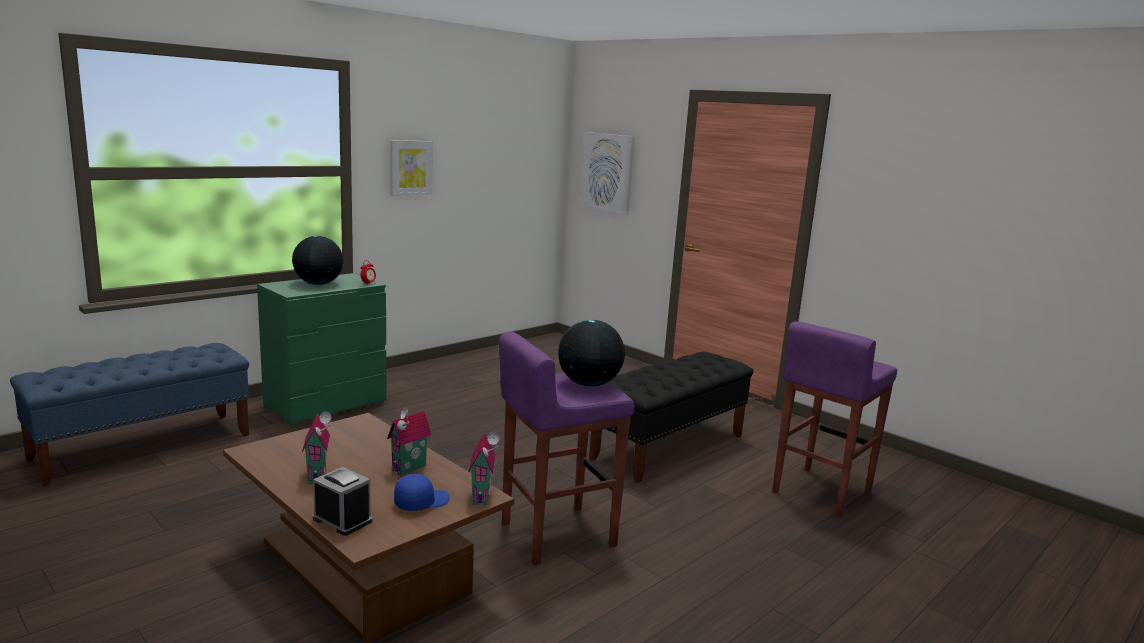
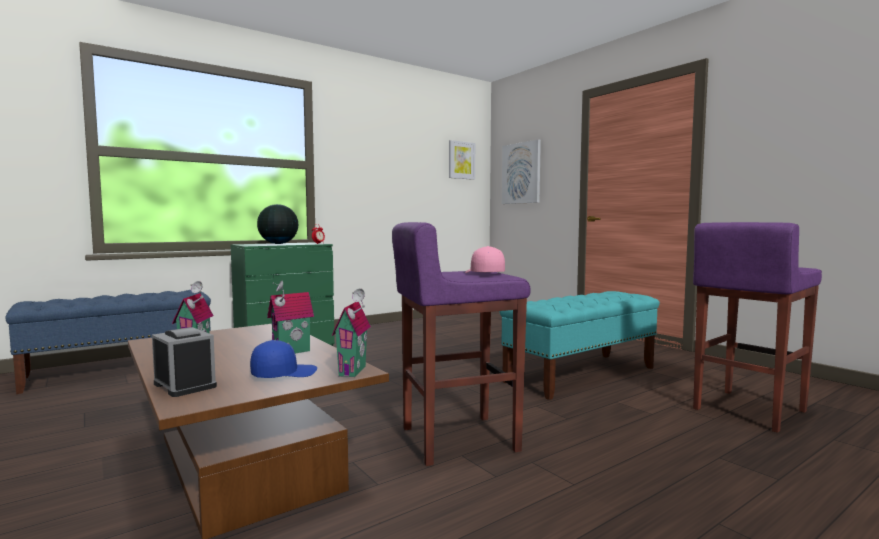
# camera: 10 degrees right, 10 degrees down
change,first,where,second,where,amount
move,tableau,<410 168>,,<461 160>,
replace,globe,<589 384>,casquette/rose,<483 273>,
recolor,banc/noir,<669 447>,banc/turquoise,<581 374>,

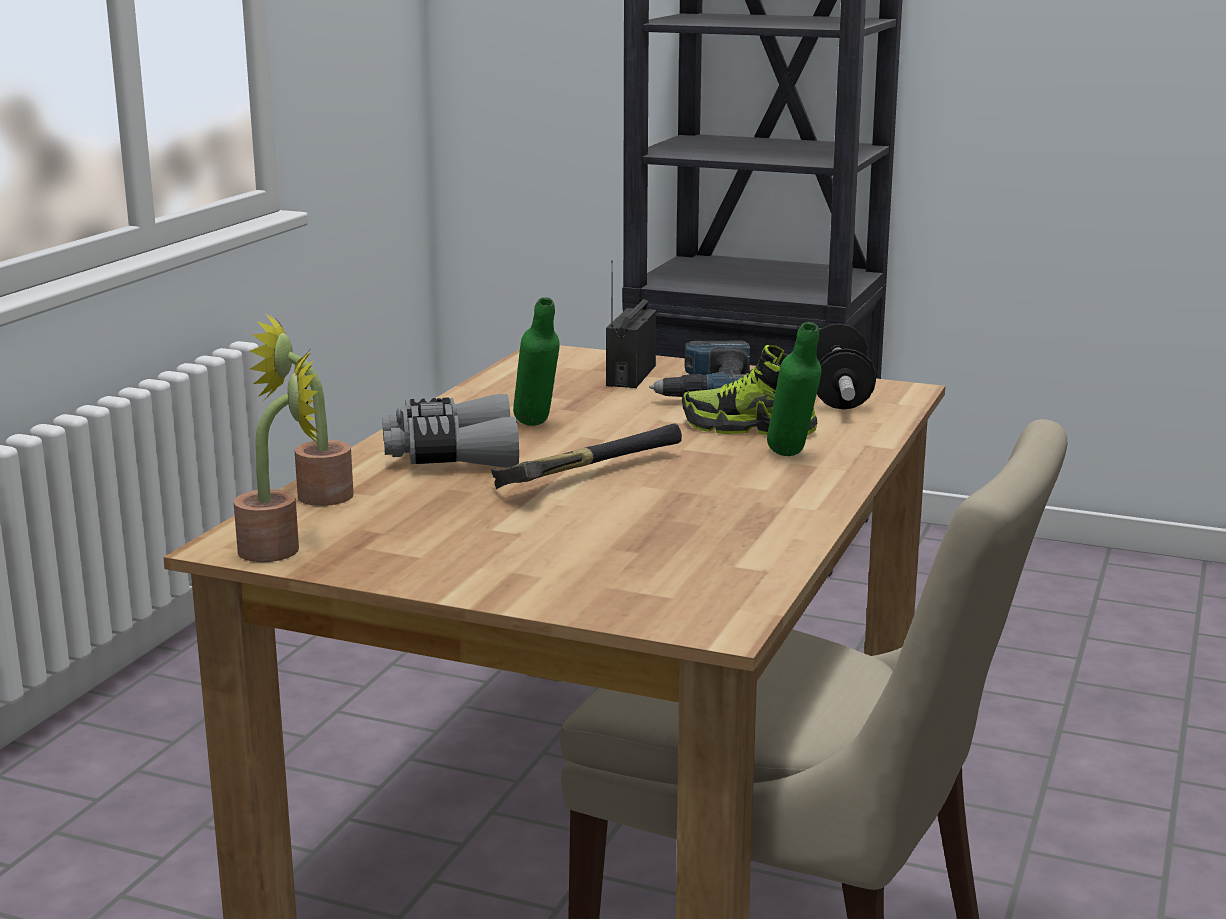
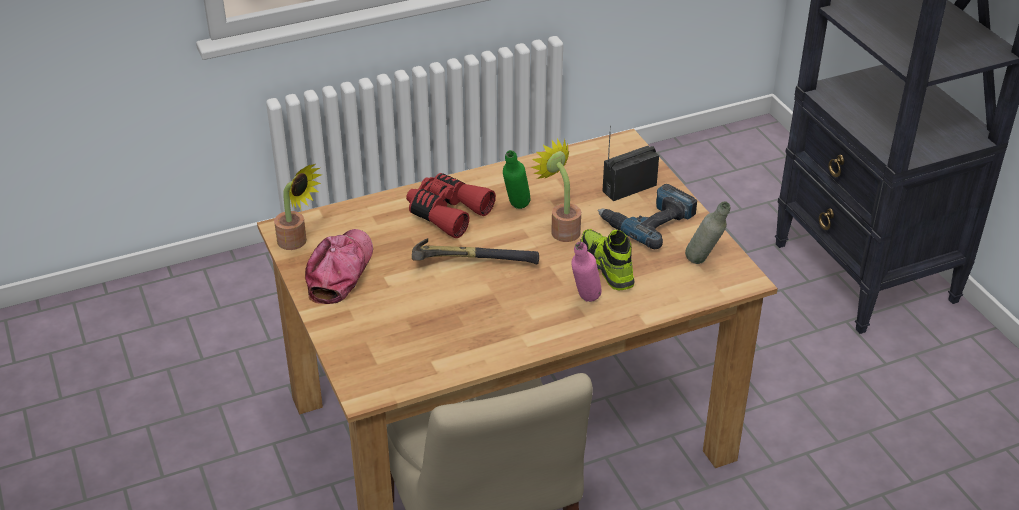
# camera: 45 degrees right, 20 degrees up
change,first,where,second,where,amount
move,plante en pot,<313 495>,,<561 229>,
recolor,bouteille/vert,<792 458>,bouteille/rose,<585 303>,
replace,haltère,<839 394>,bouteille/gris,<703 264>,
recolor,jumelles/gris,<451 456>,jumelles/rouge,<447 212>,
insert,,,casquette,<340 272>,

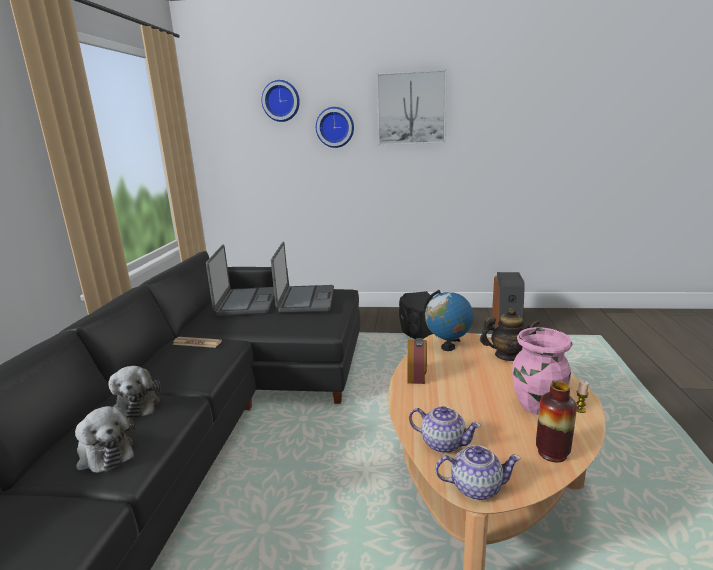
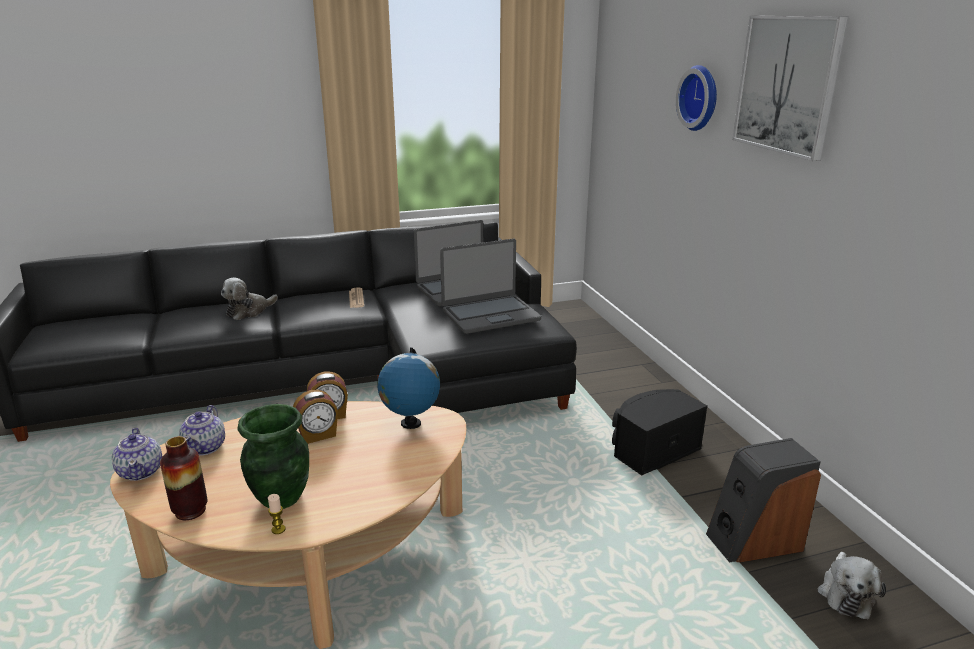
# camera: 65 degrees right, 5 degrees up
change,first,where,second,where,amount
delete,horloge murale,<281 101>,,,
delete,théière,<508 356>,,,
recolor,vase/rose,<537 406>,vase/vert,<280 498>,
move,peluche,<104 453>,,<845 593>,
insert,,,réveil,<318 435>,

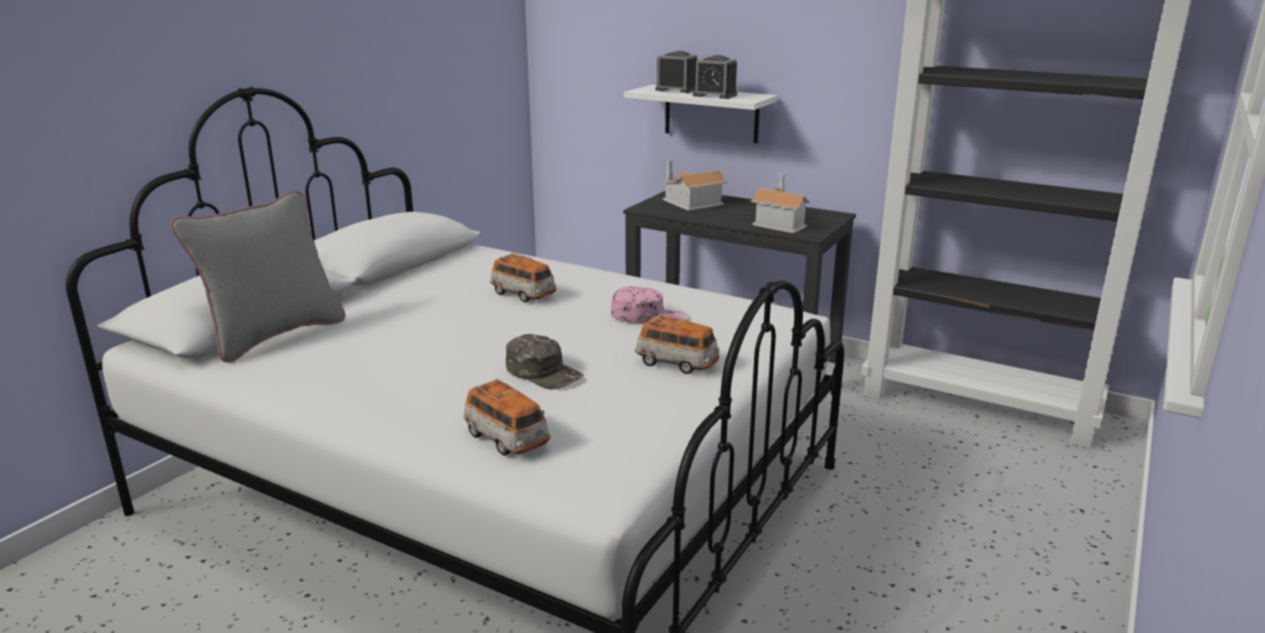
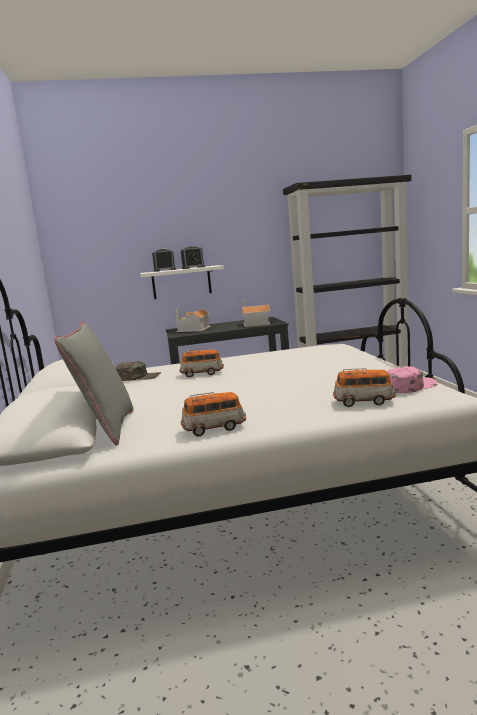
# camera: 40 degrees left, 10 degrees down
change,first,where,second,where,amount
move,casquette/rose,<648 316>,,<409 386>,
move,petite voiture,<677 363>,,<214 428>,
move,casquette/vert,<544 372>,,<138 377>,

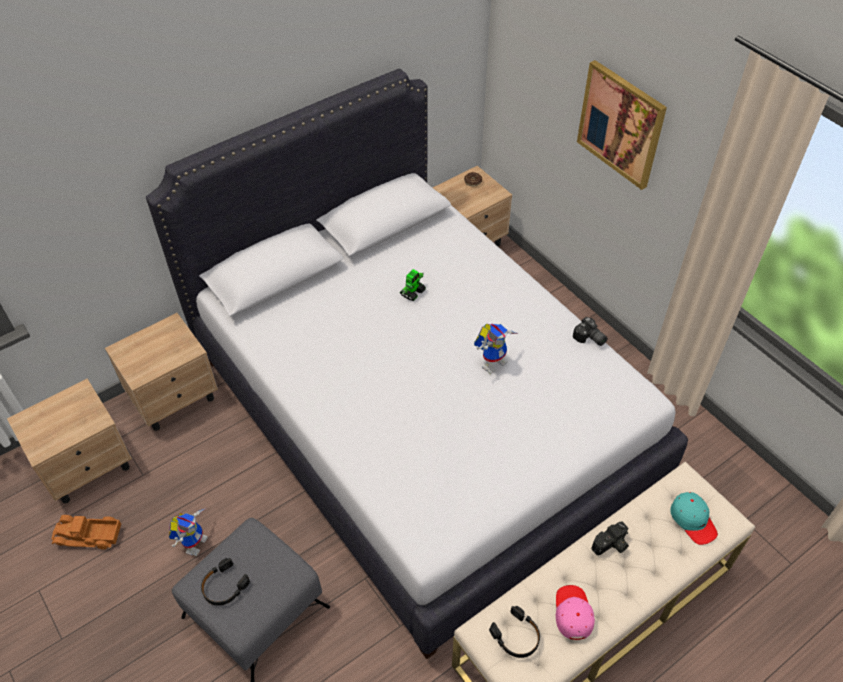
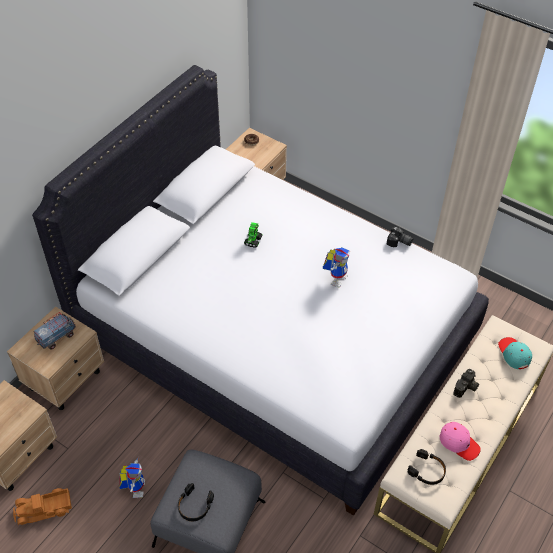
# camera: 20 degrees left, 0 degrees up
change,first,where,second,where,amount
delete,tableau,<621 124>,,,
rotate,casquette/turquoise,<693 520>,,<514 354>,150 degrees counterclockwise
rotate,casquette/rose,<572 614>,,<459 443>,150 degrees clockwise
insert,,,camion jouet,<57 337>,

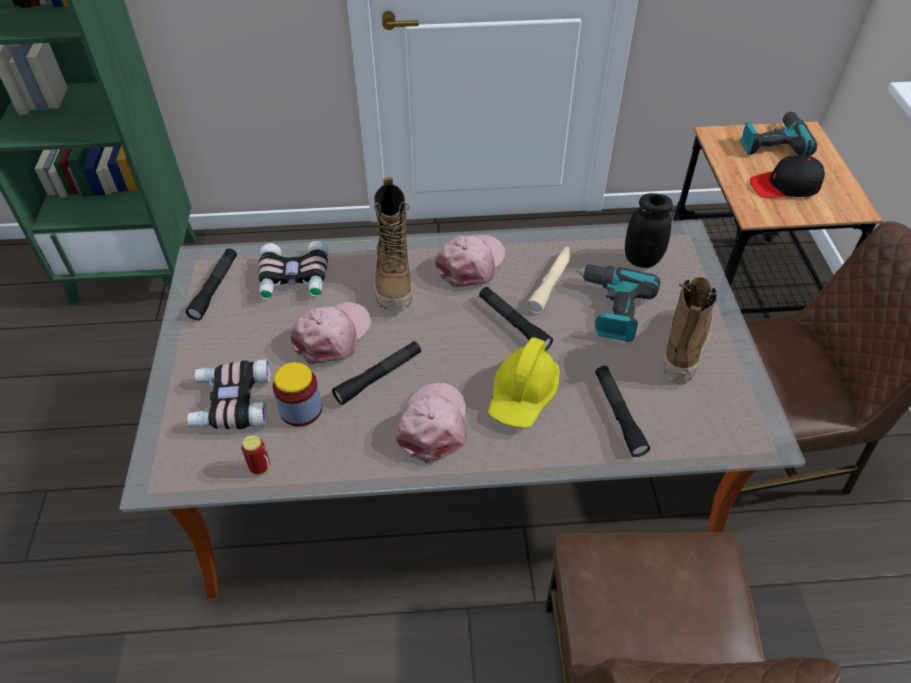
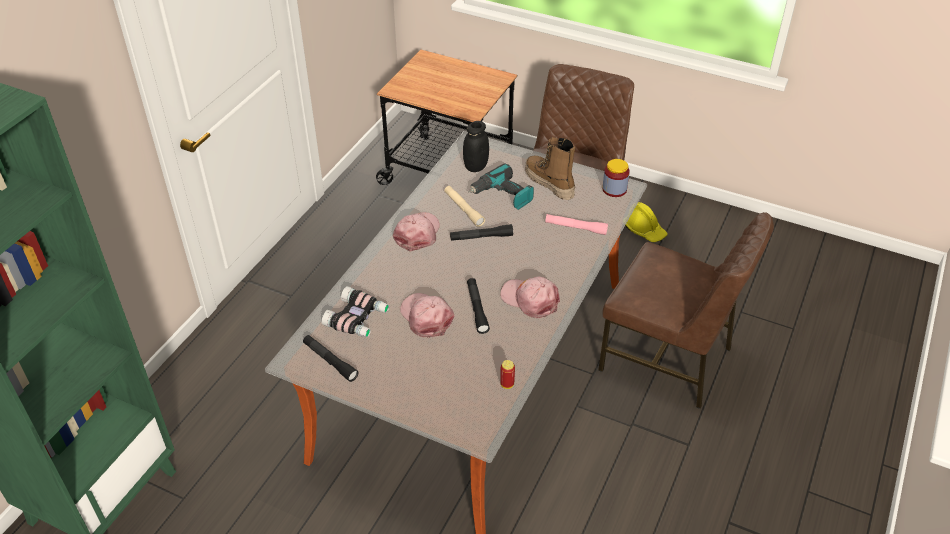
# camera: 60 degrees left, 5 degrees down
change,first,where,second,where,amount
delete,perceuse,<772 142>,,,
delete,casquette/noir,<785 186>,,,
delete,botte,<394 281>,,,
rotate,casquette/rose,<471 264>,,<417 233>,45 degrees clockwise
move,casque de chantier/jaune,<523 394>,,<644 230>,
delete,jumelles,<231 402>,,,
move,bocal,<301 409>,,<614 189>,
recolor,lampe de poche/noir,<618 414>,lampe de poche/rose,<576 228>,

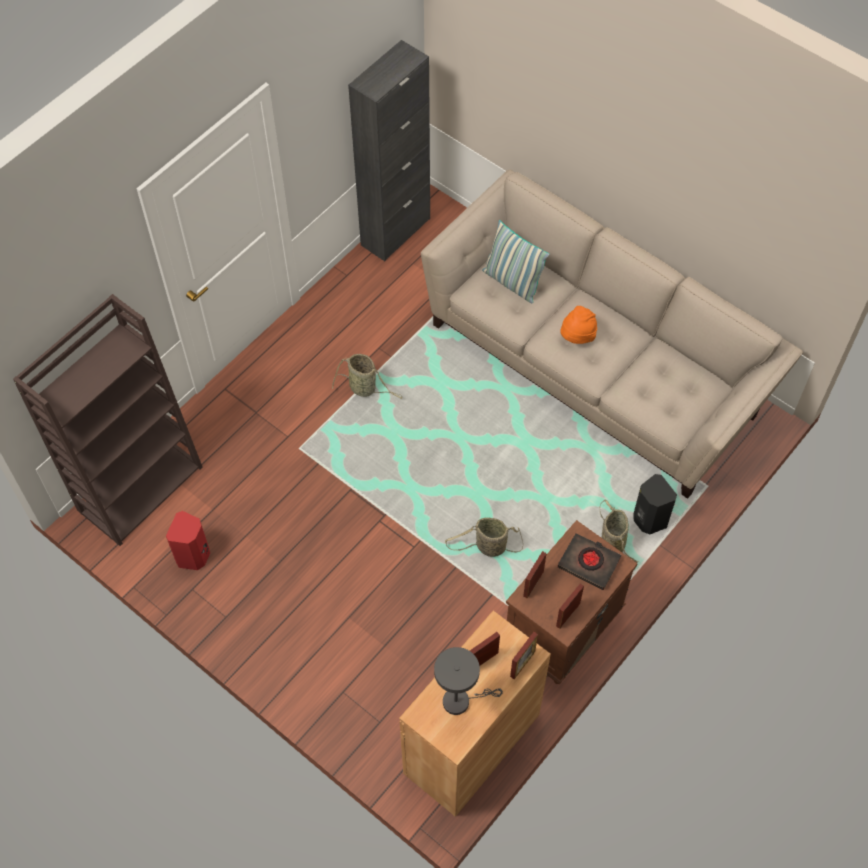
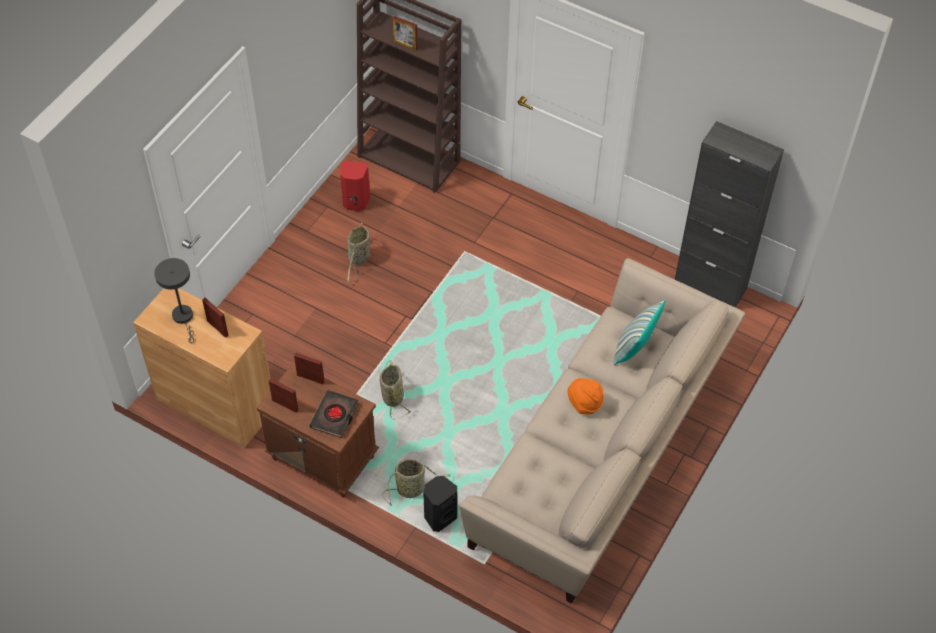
# camera: 80 degrees right, 5 degrees down
change,first,where,second,where,amount
move,panier,<364 388>,,<359 259>,
move,cadre photo,<522 664>,,<405 45>,

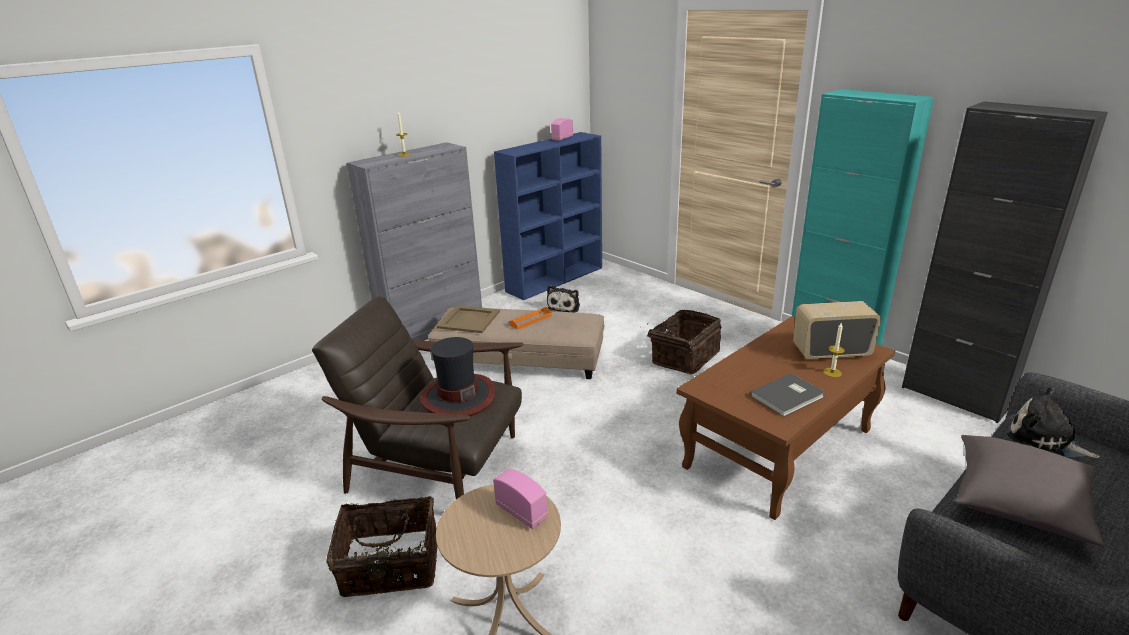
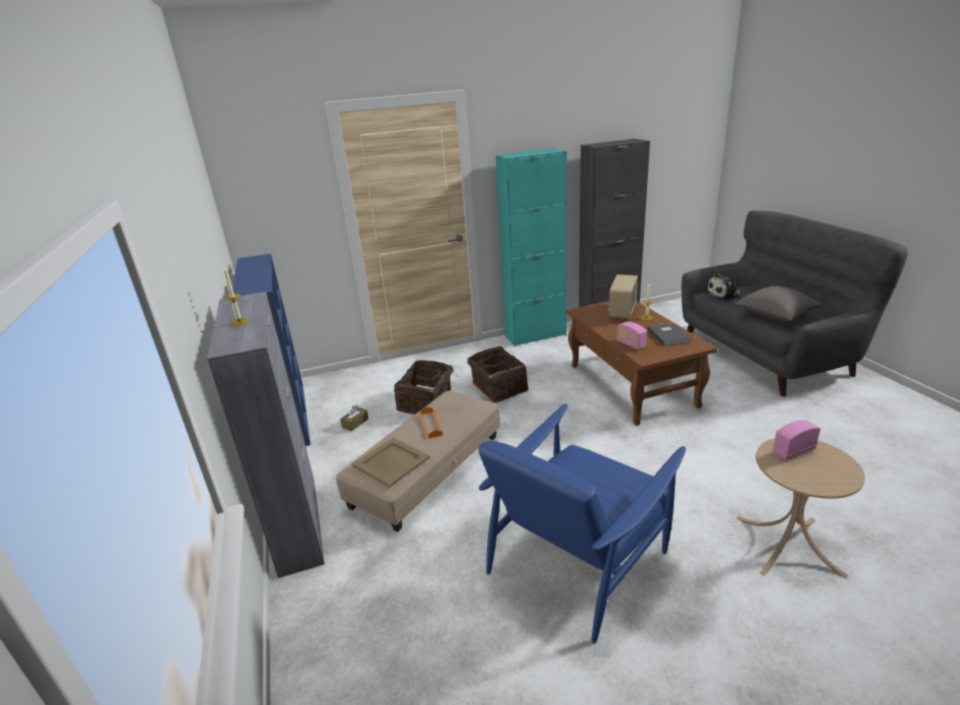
# camera: 65 degrees left, 0 degrees up
change,first,where,second,where,amount
move,radio,<562 138>,,<631 344>,
replace,peluche,<564 307>,boîte à mouchoirs/marron,<355 423>,
recolor,fauteuil/marron,<438 465>,fauteuil/bleu,<578 557>,
delete,chapeau,<458 396>,,,
move,panier,<390 567>,,<426 402>,

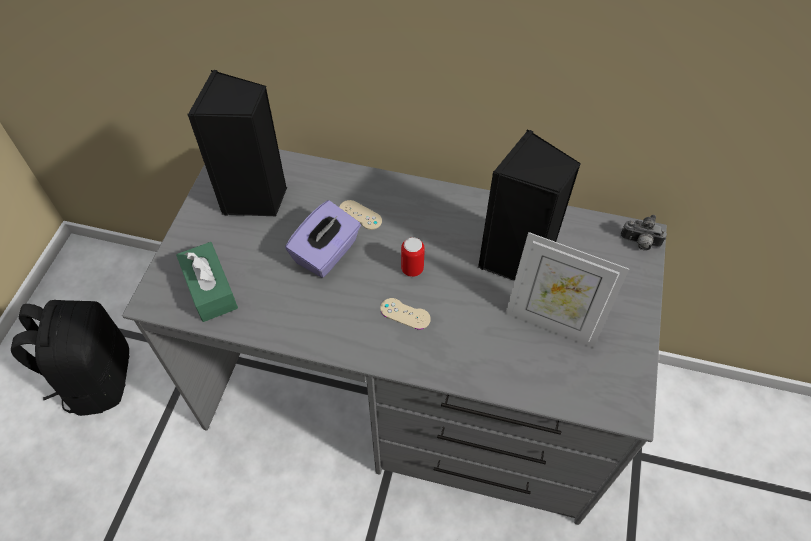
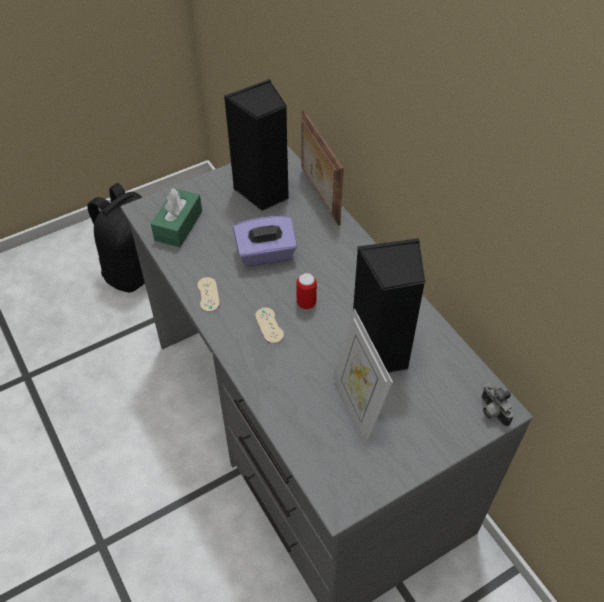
# camera: 45 degrees right, 5 degrees down
change,first,where,second,where,amount
move,manette/beige,<360 215>,,<208 294>,
insert,,,cadre photo,<318 196>,

